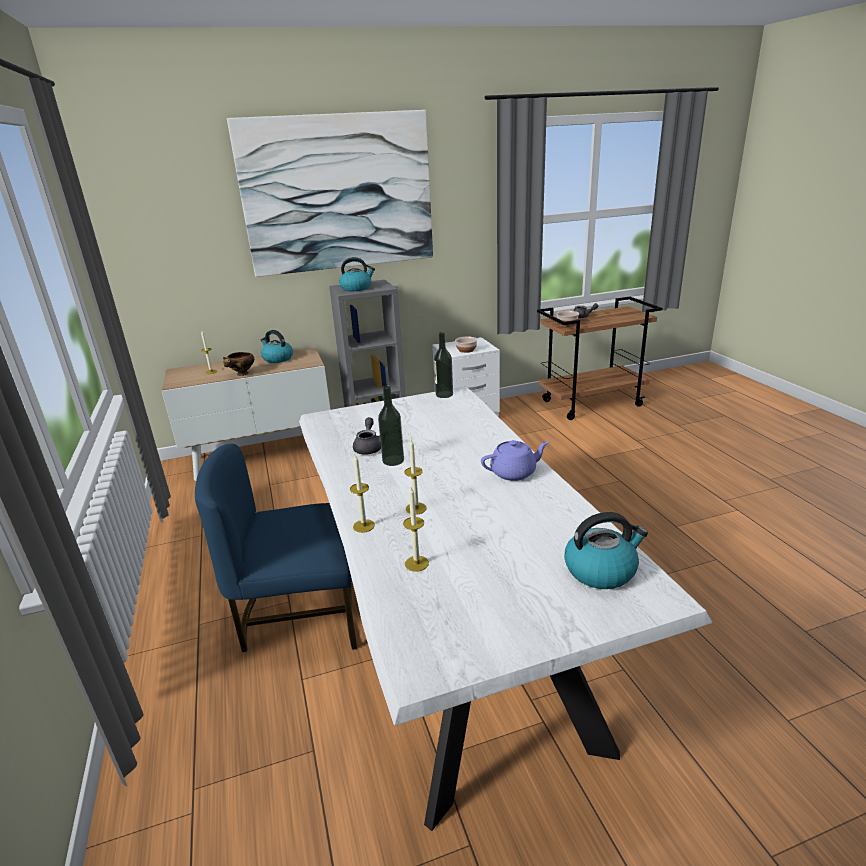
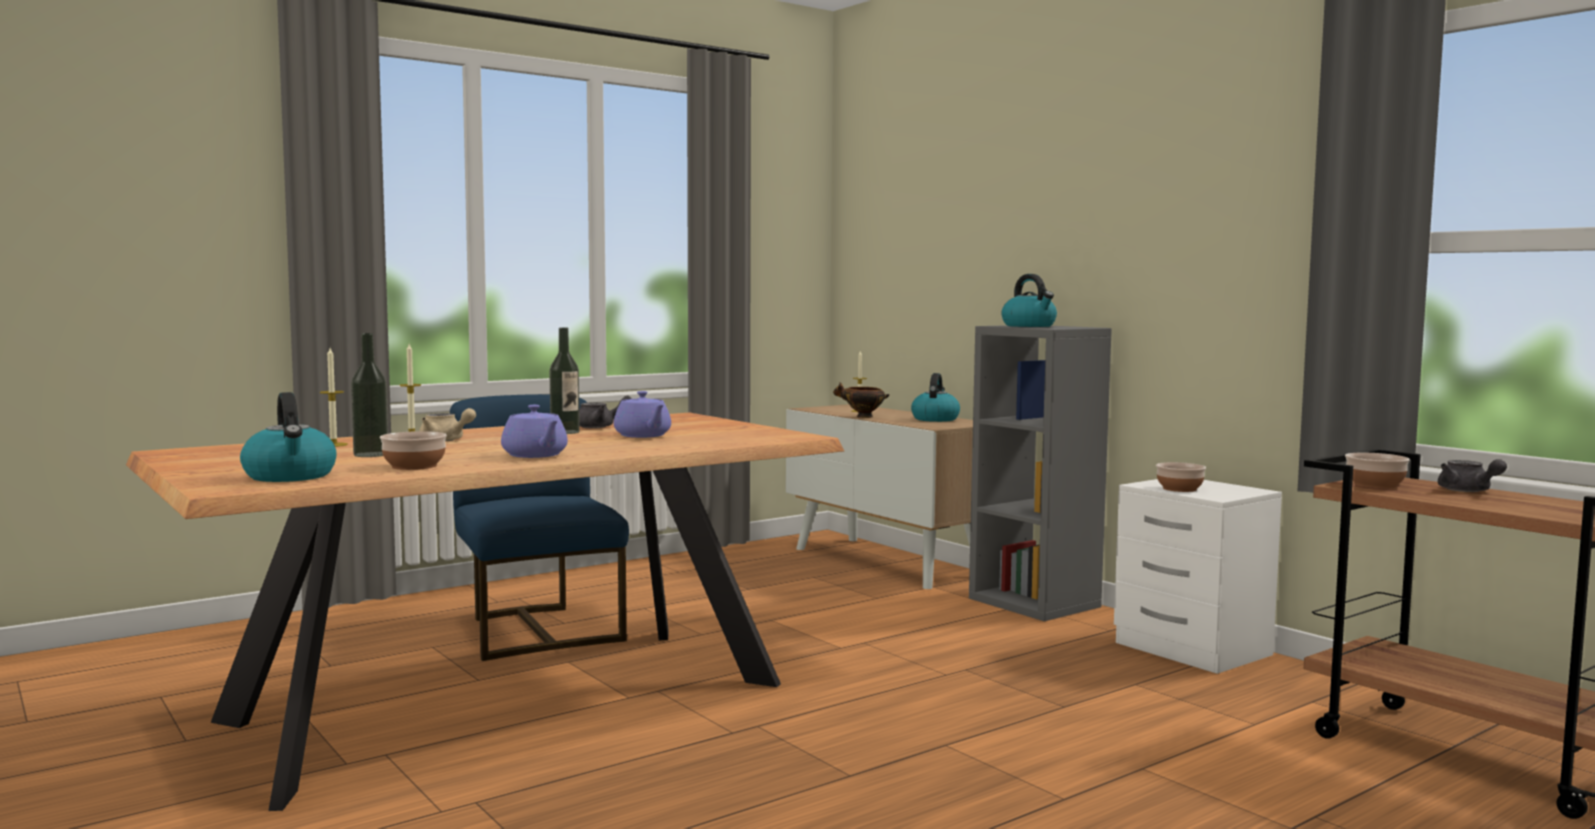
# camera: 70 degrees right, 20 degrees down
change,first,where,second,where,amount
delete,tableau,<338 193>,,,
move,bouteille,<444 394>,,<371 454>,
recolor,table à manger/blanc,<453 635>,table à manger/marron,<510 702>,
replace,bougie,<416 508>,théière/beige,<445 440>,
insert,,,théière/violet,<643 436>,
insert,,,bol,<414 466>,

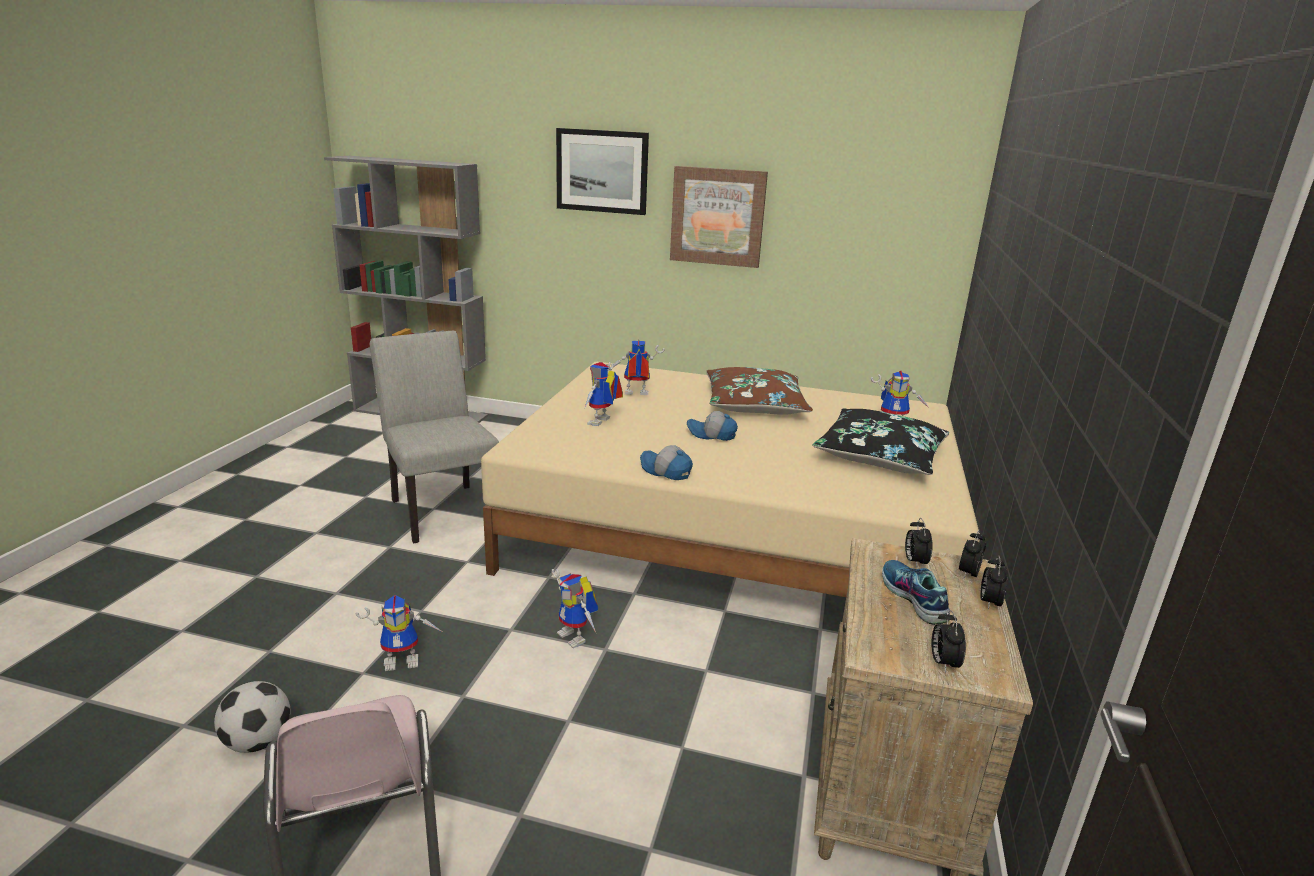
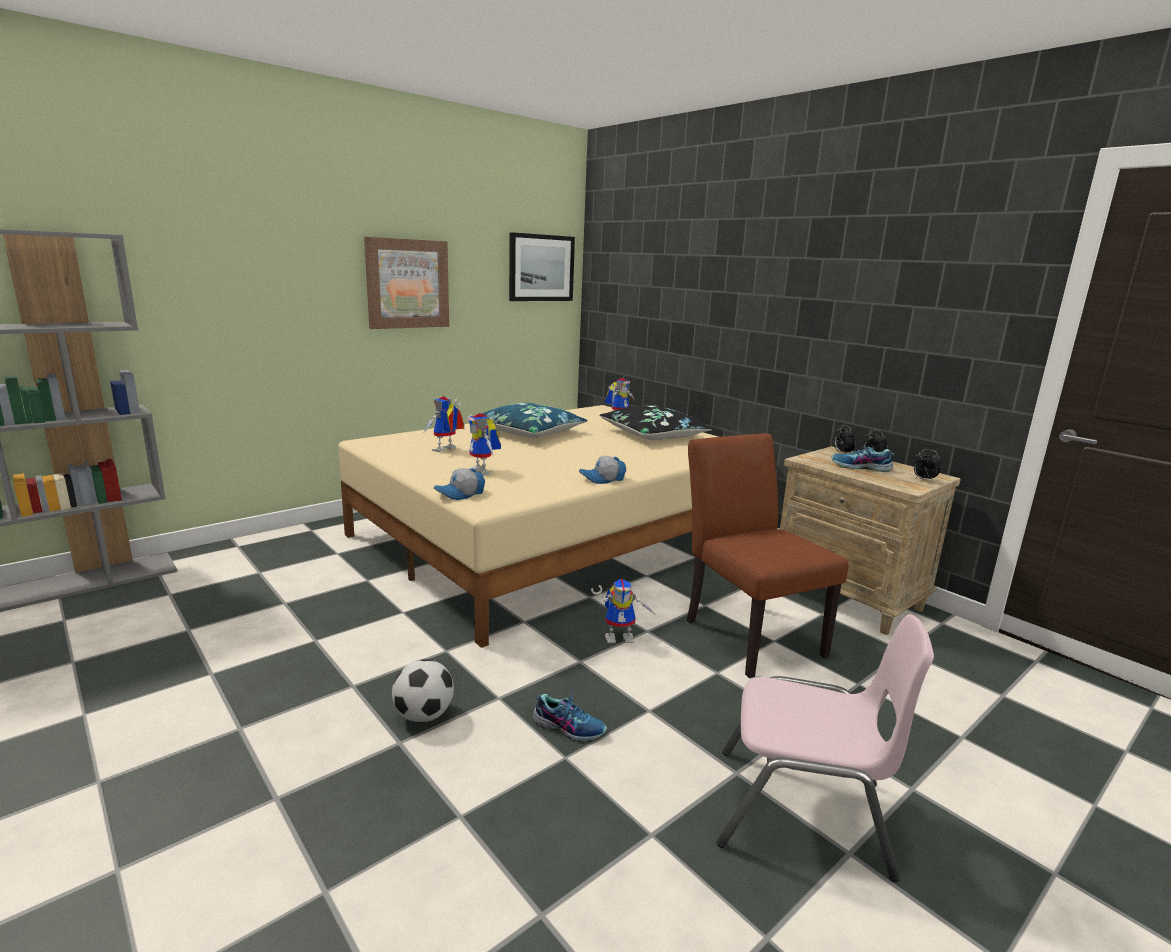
# camera: 55 degrees left, 5 degrees down
change,first,where,second,where,amount
move,tableau,<602 171>,,<541 268>,
delete,chaise/gris,<441 508>,,,
recolor,coussin/marron,<754 404>,coussin/bleu,<529 432>,
move,casquette,<711 435>,,<460 494>,
delete,réveil,<914 562>,,,
replace,robot jouet,<405 660>,chaussure,<569 727>,
move,ballon de foot,<258 742>,,<424 715>,
insert,,,chaise/marron,<747 633>,

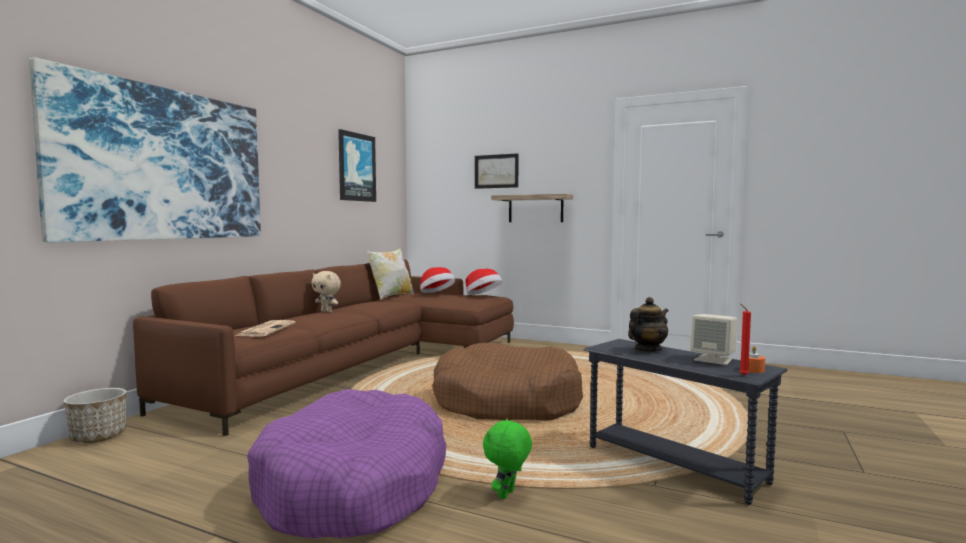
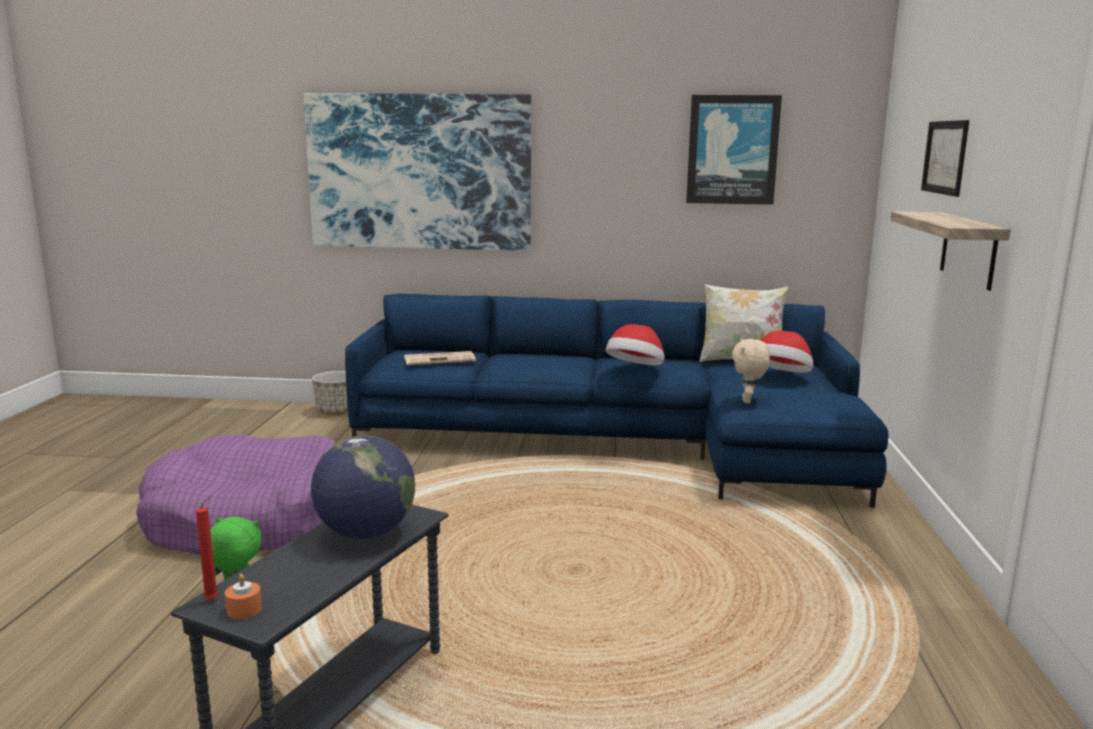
# camera: 70 degrees right, 10 degrees up
change,first,where,second,where,amount
recolor,canapé/marron,<366 364>,canapé/bleu,<622 442>,
move,chapeau,<483 296>,,<635 369>,
move,peluche/beige,<327 311>,,<748 401>,
replace,théière,<647 350>,globe,<366 533>,
delete,enceinte/beige,<713 360>,,,
delete,panier pour chien/marron,<506 402>,,,

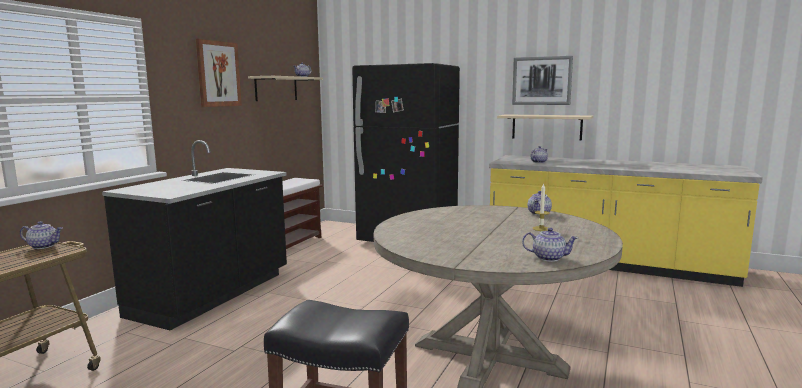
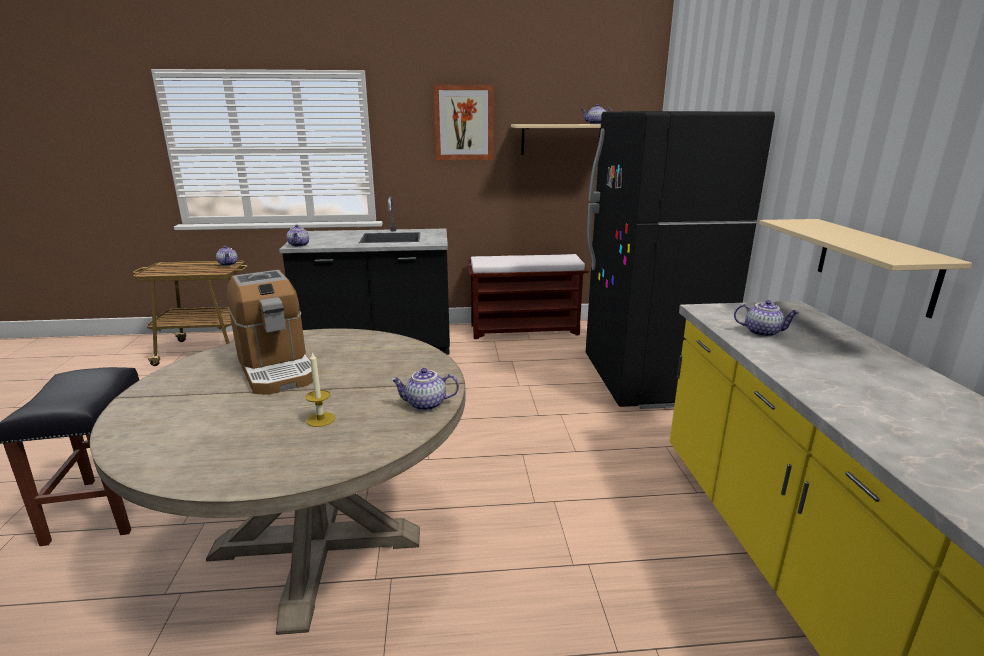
# camera: 60 degrees right, 10 degrees up
change,first,where,second,where,amount
delete,tableau,<541 81>,,,
move,théière,<548 258>,,<299 245>,
insert,,,machine à café,<276 368>,

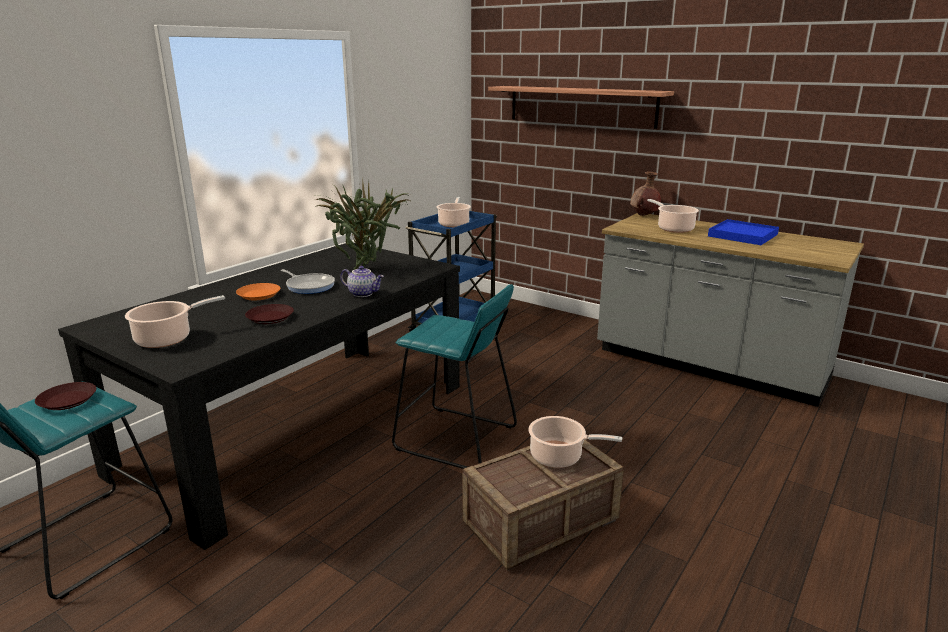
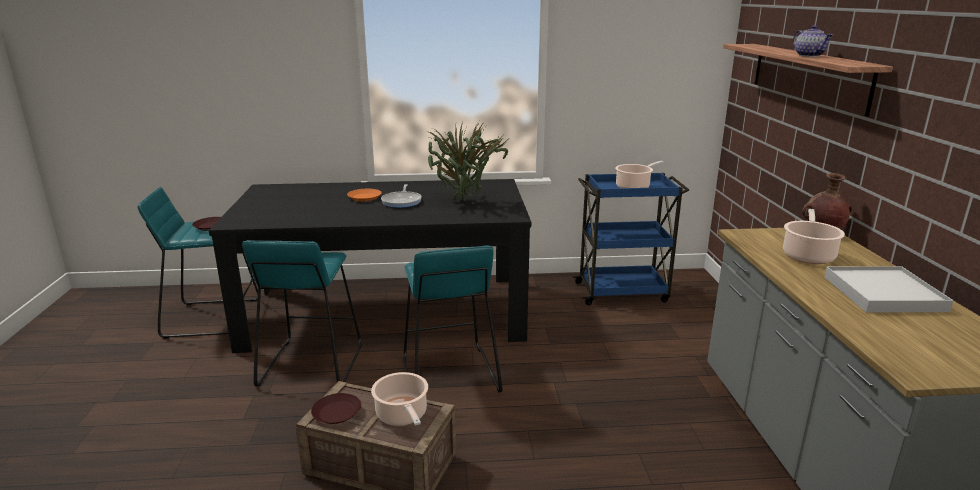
# camera: 50 degrees right, 0 degrees up
change,first,where,second,where,amount
recolor,plateau/bleu,<742 235>,plateau/blanc,<883 293>,
move,théière,<363 293>,,<810 56>,
delete,marmite,<167 339>,,,
move,assiette/marron,<270 317>,,<337 412>,
insert,,,tabouret/turquoise,<311 365>,

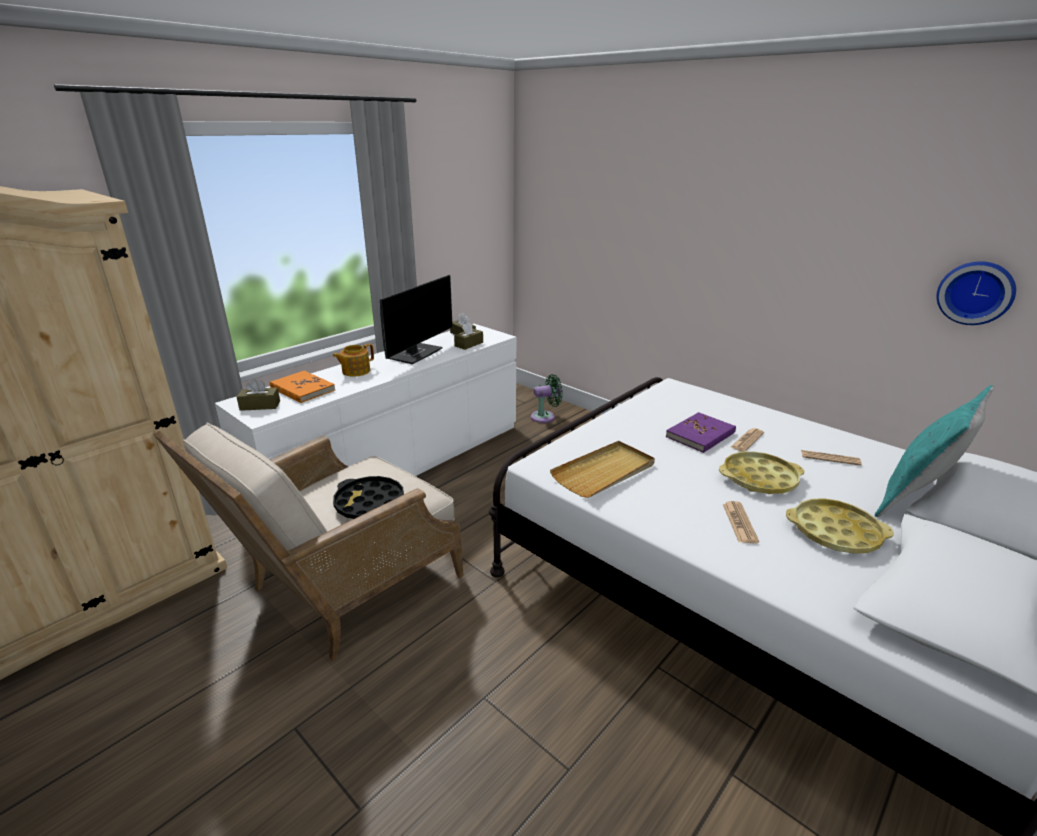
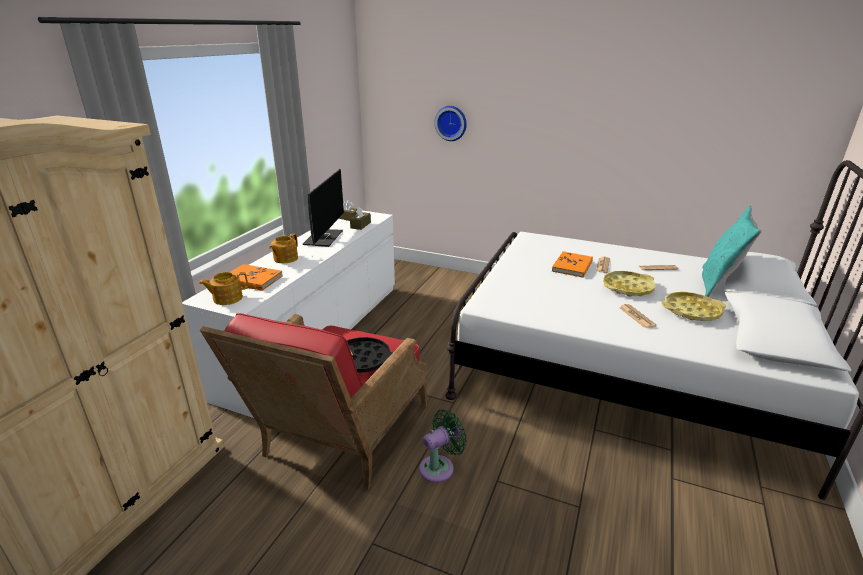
# camera: 20 degrees left, 0 degrees up
change,first,where,second,where,amount
move,horloge murale,<975 292>,,<451 123>,
move,ventilateur/vert,<545 417>,,<439 467>,
replace,boîte à mouchoirs/marron,<260 405>,théière,<227 298>,
recolor,livre/violet,<700 435>,livre/orange,<572 266>,
recolor,fauteuil/beige,<342 590>,fauteuil/rouge,<339 438>,
delete,plateau/beige,<604 472>,,,

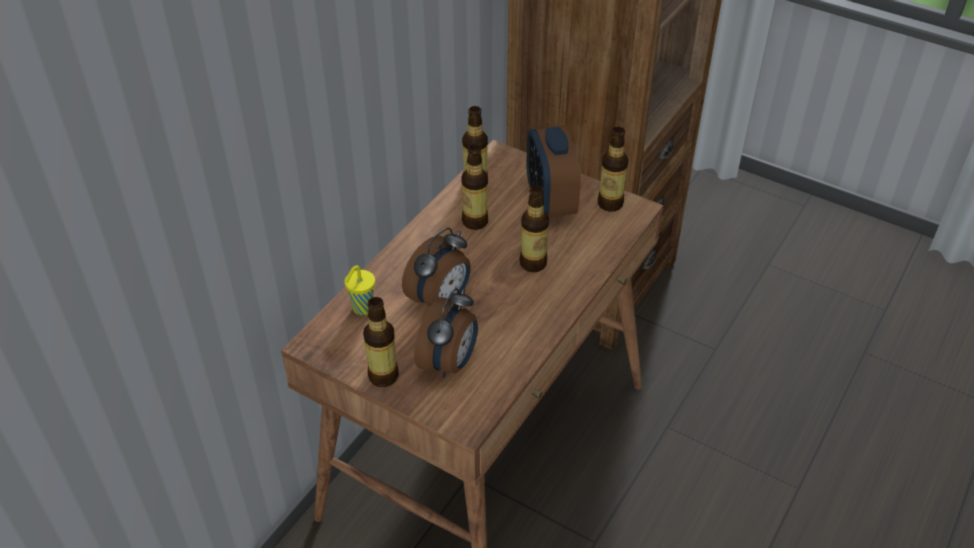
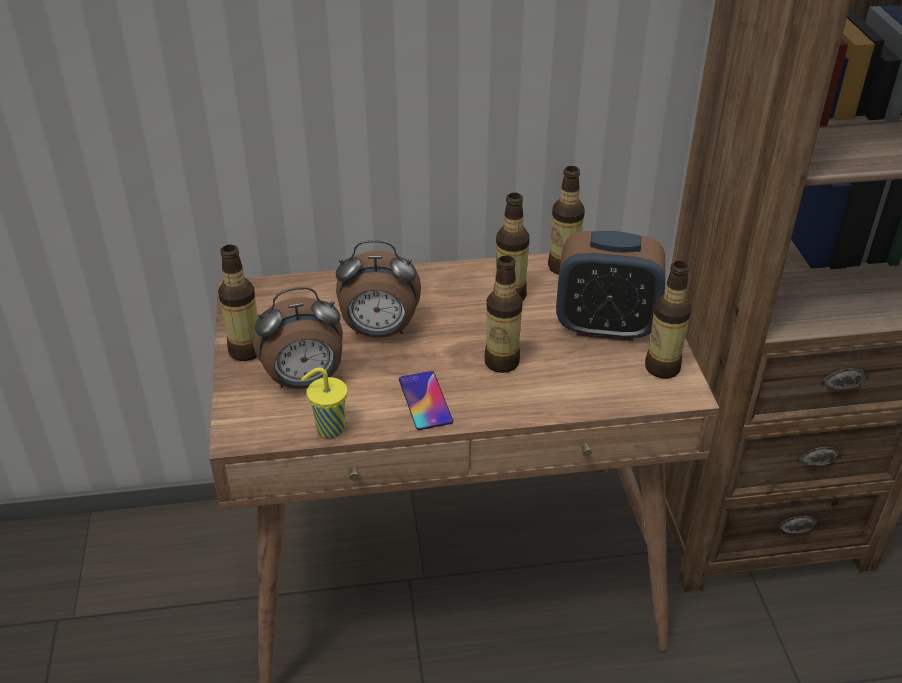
# camera: 50 degrees right, 5 degrees down
change,first,where,second,where,amount
rotate,réveil,<550 202>,,<605 326>,120 degrees counterclockwise
move,tasse/jaune,<362 309>,,<328 429>,
insert,,,téléphone,<425 401>,

